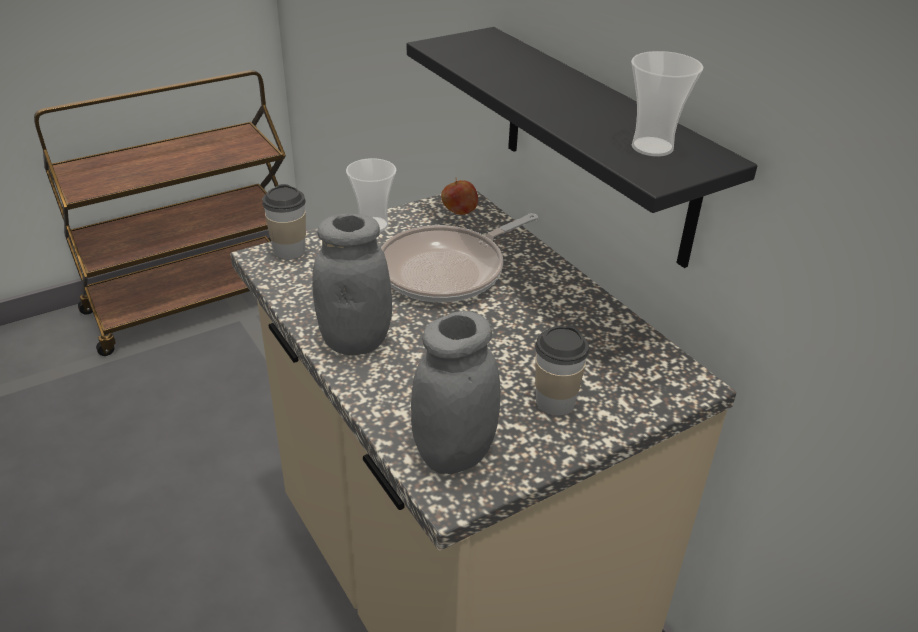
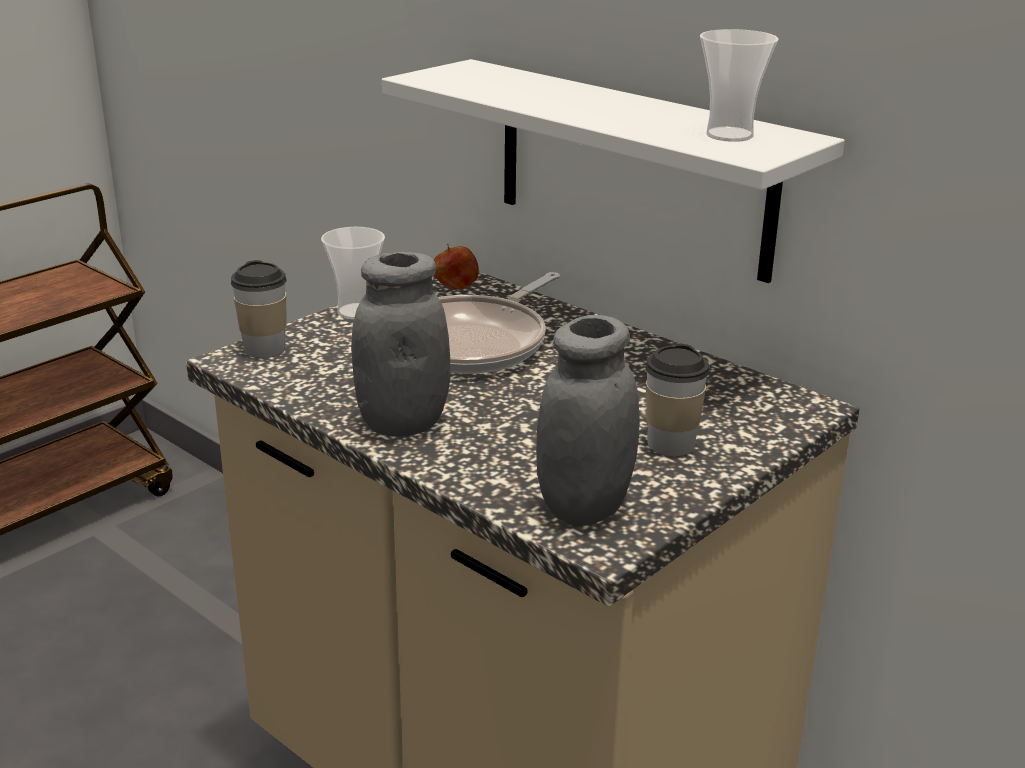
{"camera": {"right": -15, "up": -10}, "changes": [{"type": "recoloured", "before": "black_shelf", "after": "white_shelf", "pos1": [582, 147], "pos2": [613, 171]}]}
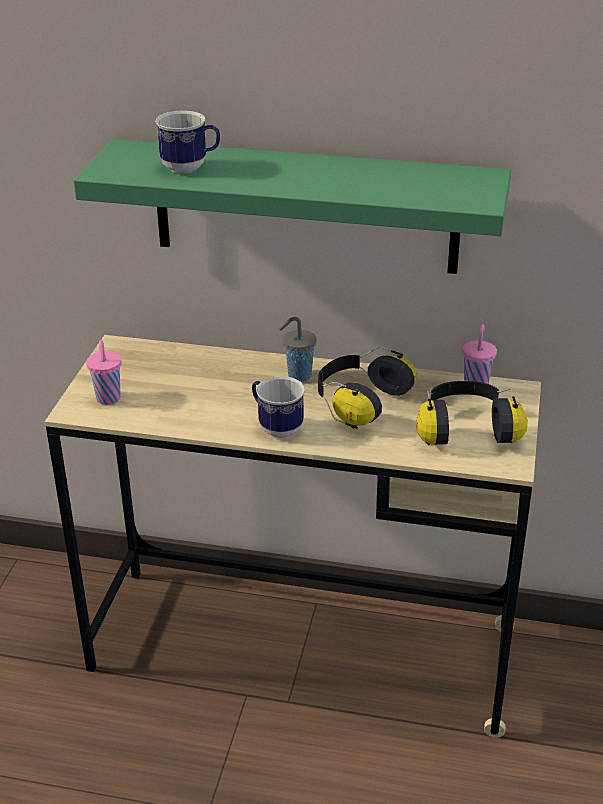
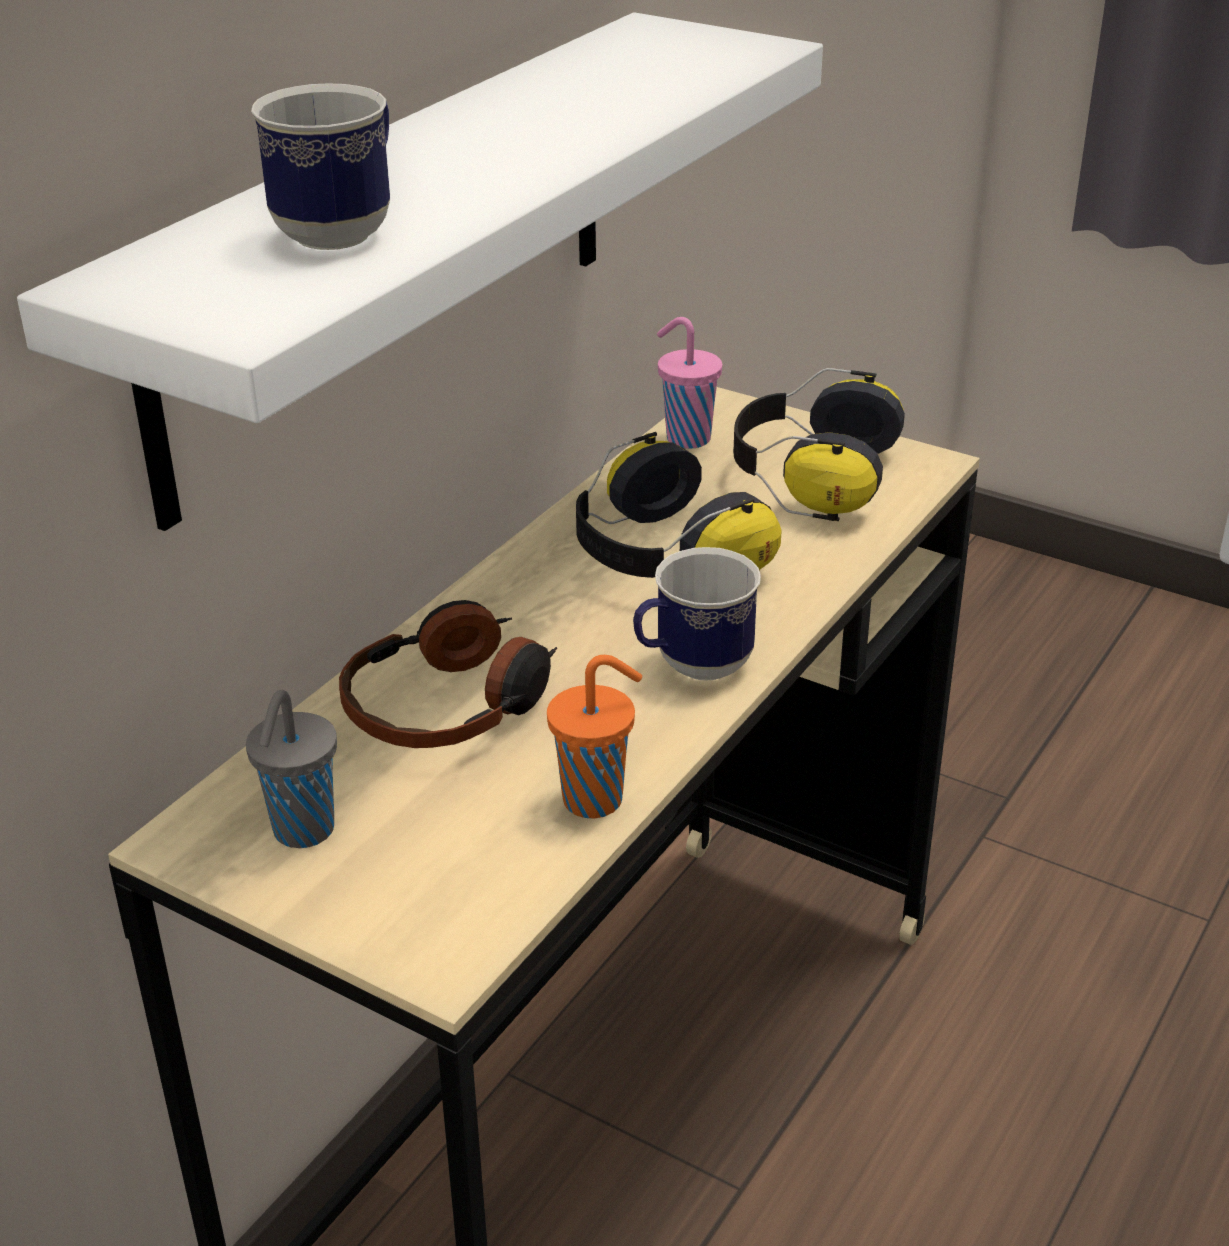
{"camera": {"right": -70, "up": 0}, "changes": [{"type": "removed", "before": "pink_cup", "pos1": [104, 372]}, {"type": "added", "after": "headphones", "pos2": [448, 674]}, {"type": "added", "after": "orange_cup", "pos2": [594, 737]}, {"type": "moved", "before": "grey_cup", "pos1": [298, 349], "pos2": [291, 769]}, {"type": "recoloured", "before": "green_shelf", "after": "white_shelf", "pos1": [292, 206], "pos2": [420, 271]}]}
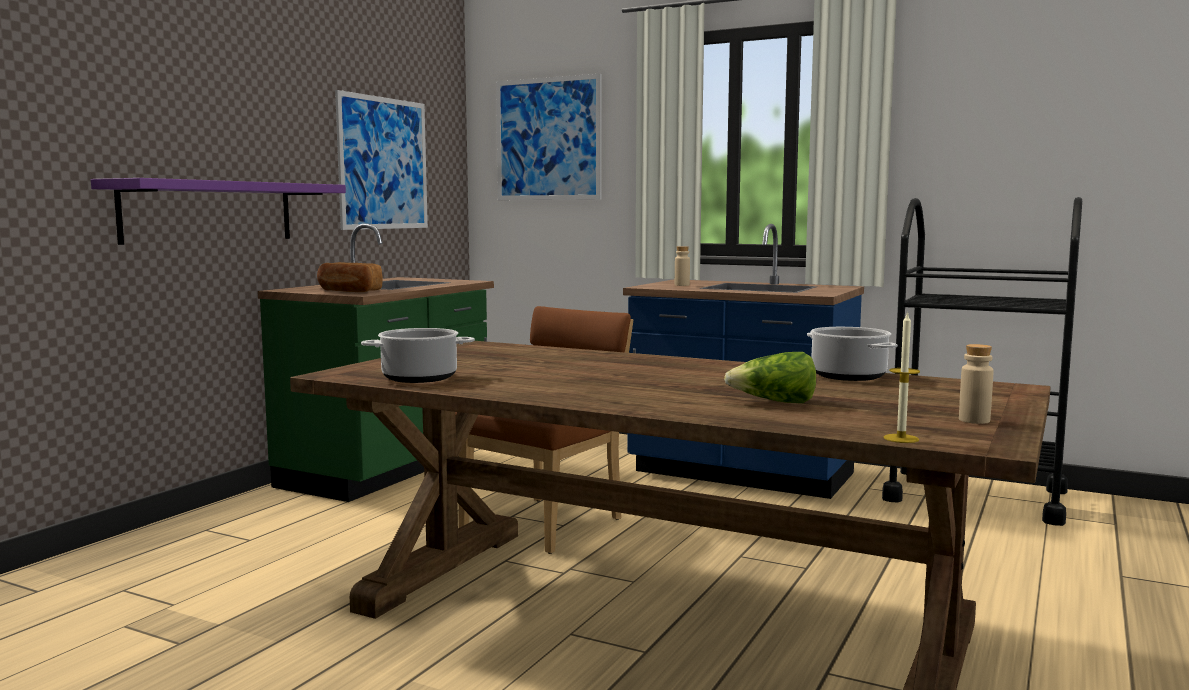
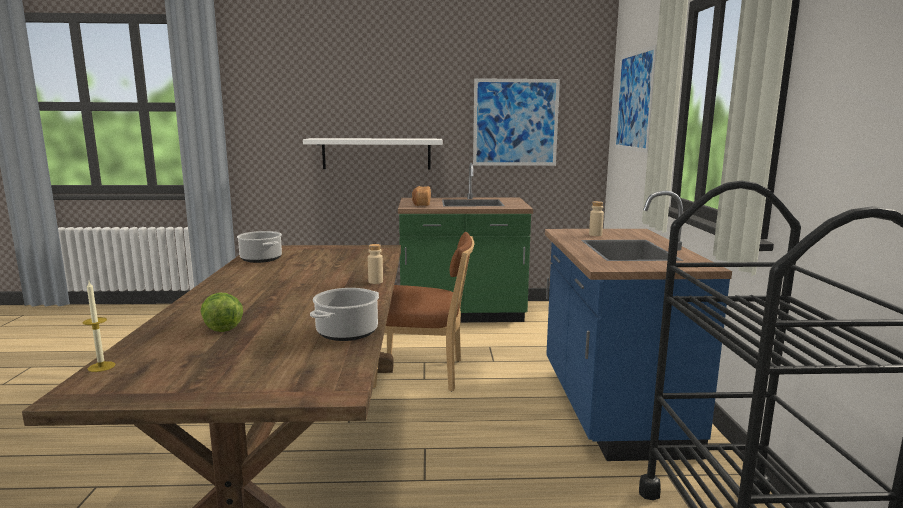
{"camera": {"right": 60, "up": 5}, "changes": [{"type": "moved", "before": "beige_bottle", "pos1": [976, 384], "pos2": [375, 264]}, {"type": "recoloured", "before": "purple_shelf", "after": "white_shelf", "pos1": [218, 211], "pos2": [373, 154]}]}
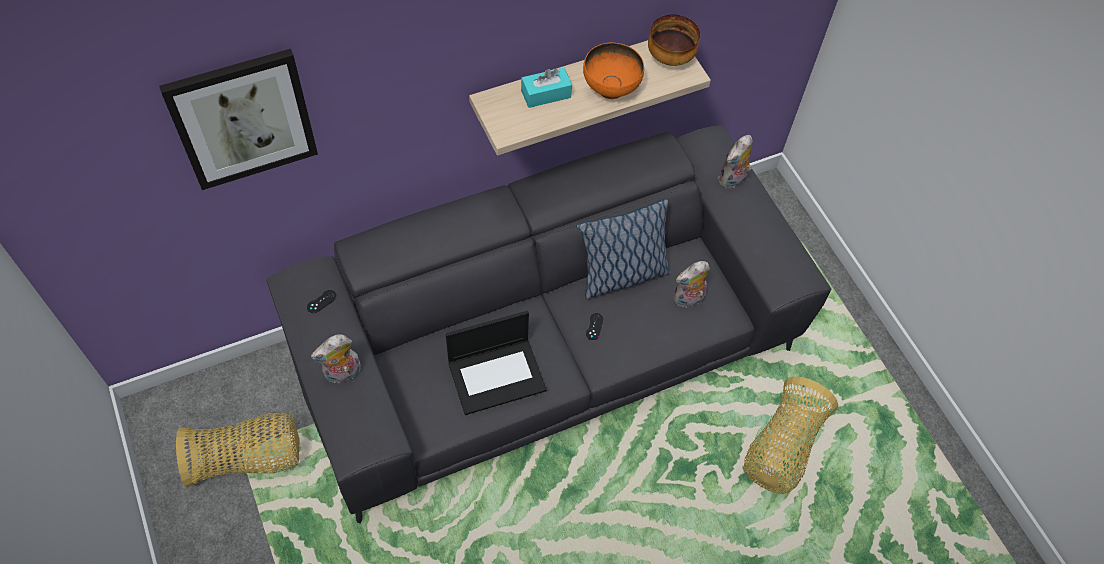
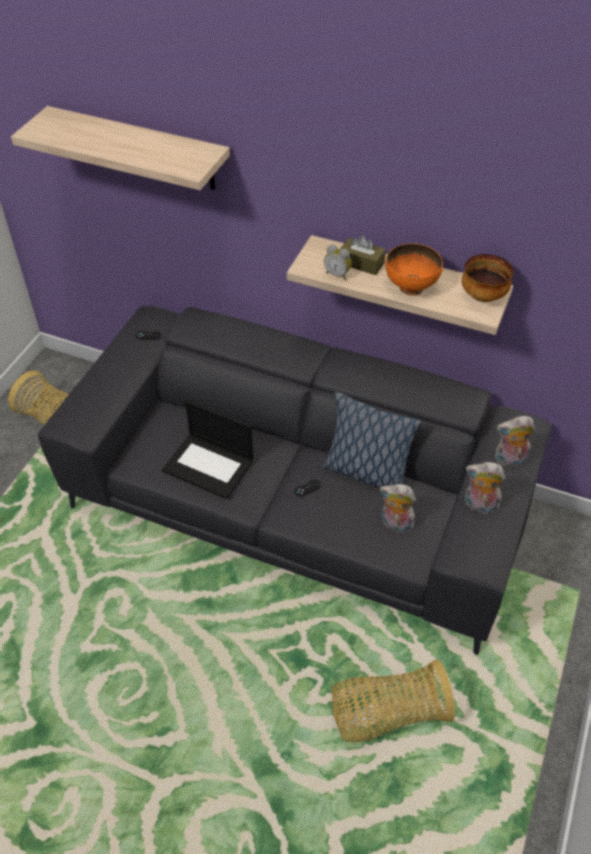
{"camera": {"right": 50, "up": -10}, "changes": [{"type": "added", "after": "alarm_clock", "pos2": [338, 262]}, {"type": "moved", "before": "plush_toy", "pos1": [336, 358], "pos2": [485, 488]}, {"type": "replaced", "before": "picture", "after": "shelf", "pos1": [238, 119], "pos2": [120, 148]}, {"type": "recoloured", "before": "turquoise_tissue_box", "after": "brown_tissue_box", "pos1": [546, 88], "pos2": [363, 255]}]}
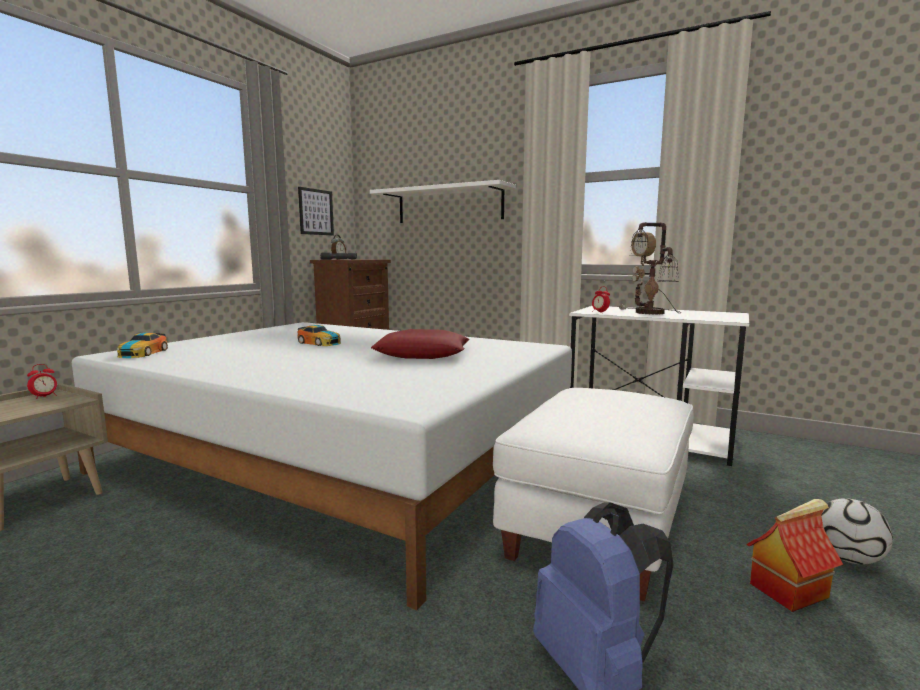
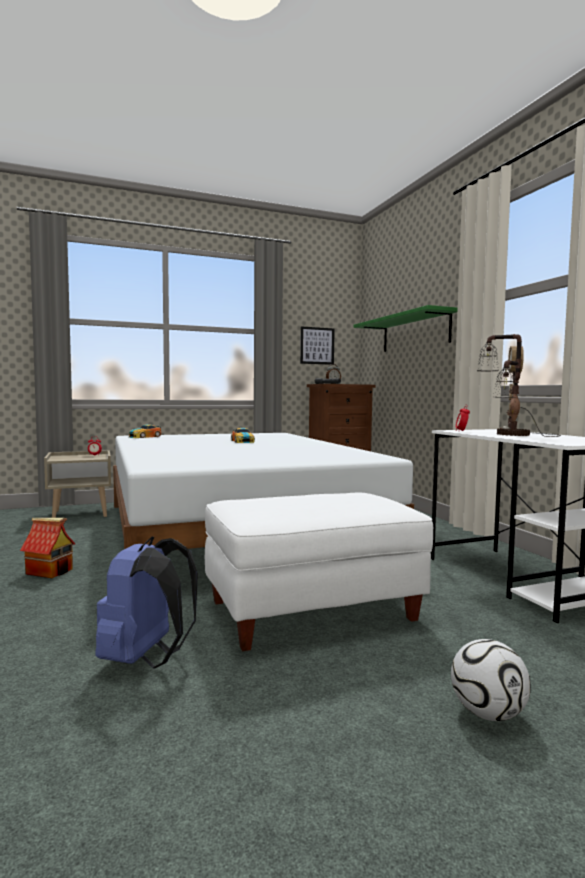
{"camera": {"right": 40, "up": -5}, "changes": [{"type": "removed", "before": "red_pillow", "pos1": [420, 344]}, {"type": "moved", "before": "toy_house", "pos1": [794, 555], "pos2": [47, 548]}, {"type": "recoloured", "before": "white_shelf", "after": "green_shelf", "pos1": [443, 201], "pos2": [405, 328]}]}
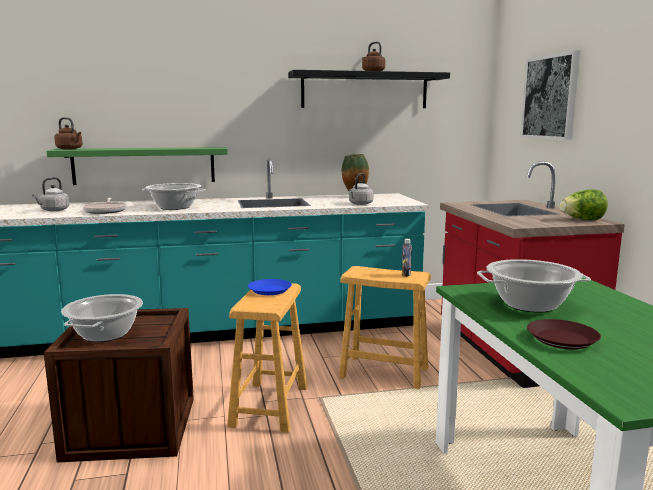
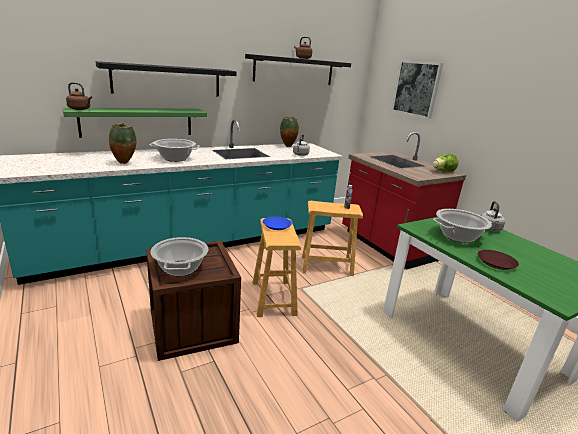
{"camera": {"right": -20, "up": 10}, "changes": [{"type": "added", "after": "black_shelf", "pos2": [166, 78]}, {"type": "moved", "before": "grey_kettle", "pos1": [51, 194], "pos2": [493, 216]}, {"type": "replaced", "before": "frying_pan", "after": "vase", "pos1": [104, 206], "pos2": [123, 143]}]}
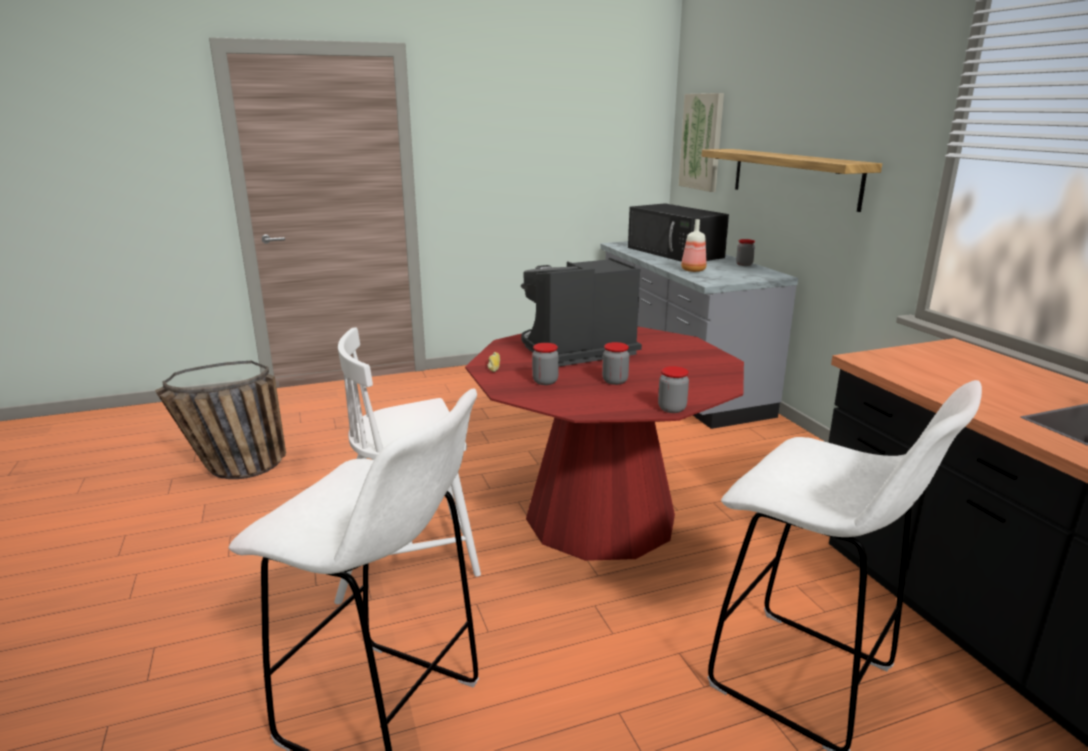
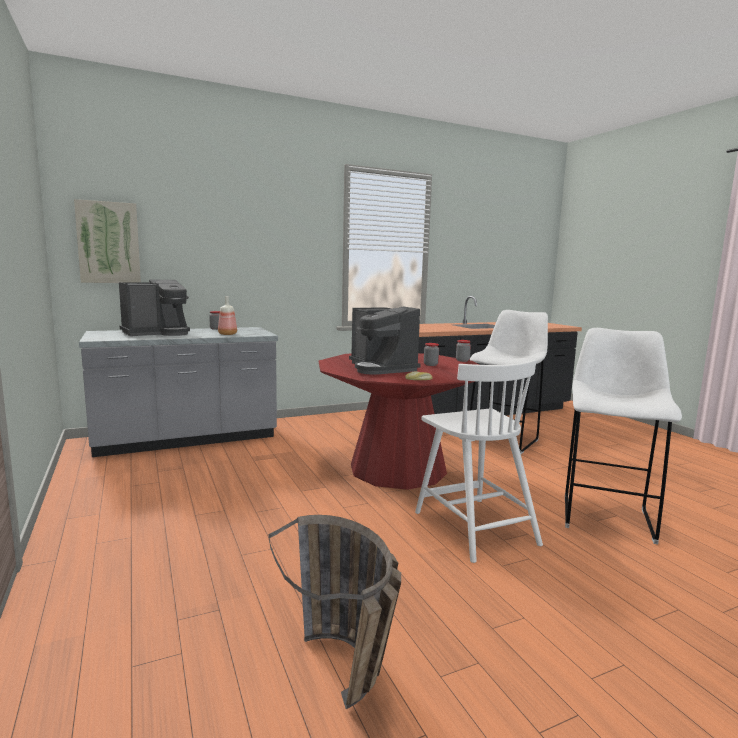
{"camera": {"right": -95, "up": -10}, "changes": [{"type": "removed", "before": "jar", "pos1": [545, 364]}, {"type": "removed", "before": "shelf", "pos1": [792, 180]}, {"type": "replaced", "before": "black_microwave", "after": "coffee_machine", "pos1": [678, 232], "pos2": [154, 308]}]}
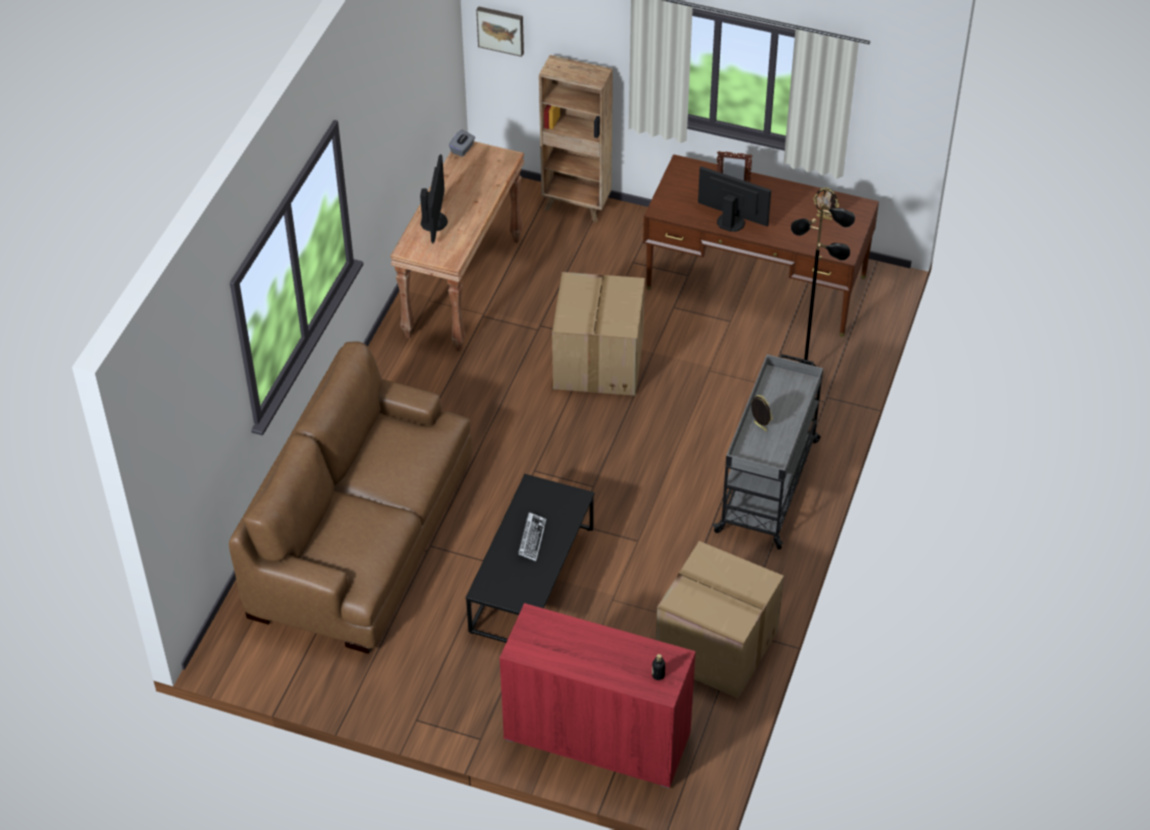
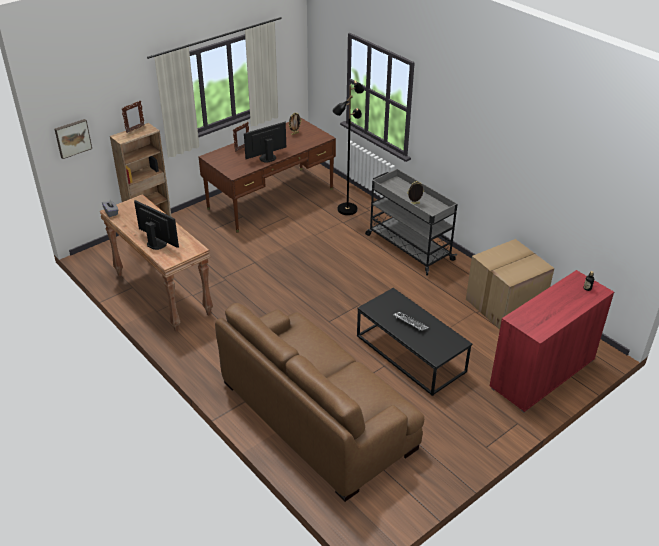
{"camera": {"right": -60, "up": -10}, "changes": [{"type": "removed", "before": "cardboard_box", "pos1": [598, 334]}, {"type": "added", "after": "picture_frame", "pos2": [133, 117]}]}
